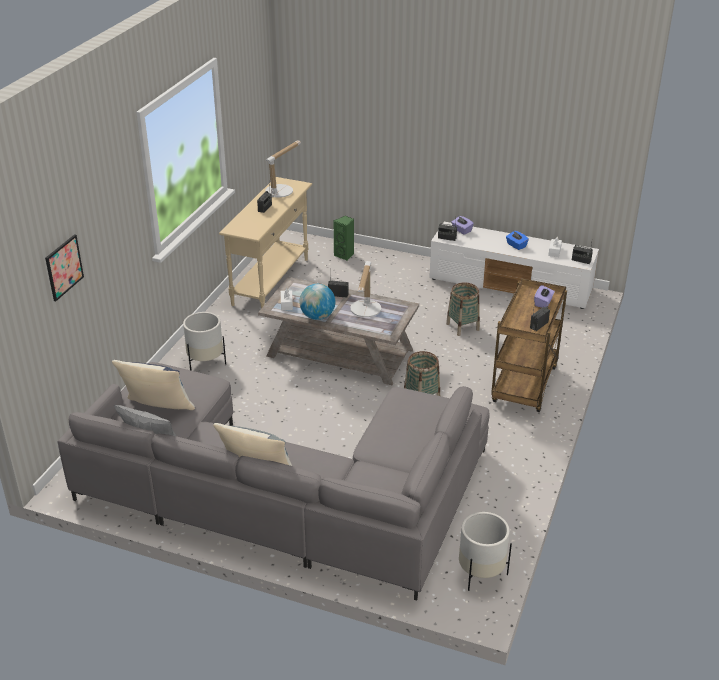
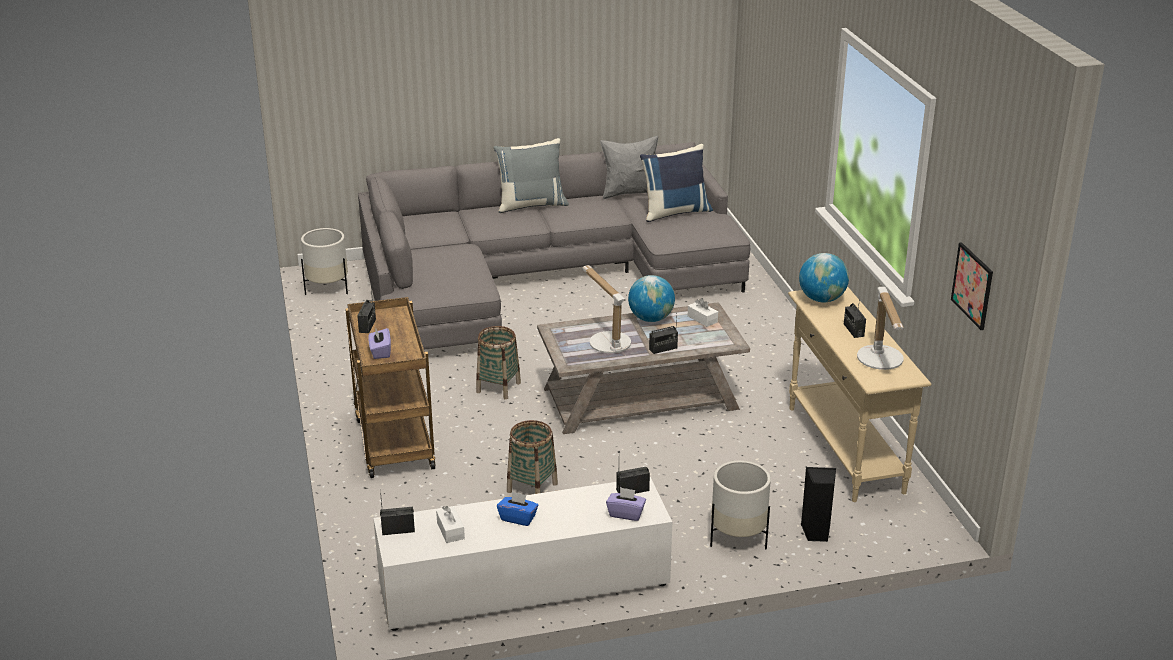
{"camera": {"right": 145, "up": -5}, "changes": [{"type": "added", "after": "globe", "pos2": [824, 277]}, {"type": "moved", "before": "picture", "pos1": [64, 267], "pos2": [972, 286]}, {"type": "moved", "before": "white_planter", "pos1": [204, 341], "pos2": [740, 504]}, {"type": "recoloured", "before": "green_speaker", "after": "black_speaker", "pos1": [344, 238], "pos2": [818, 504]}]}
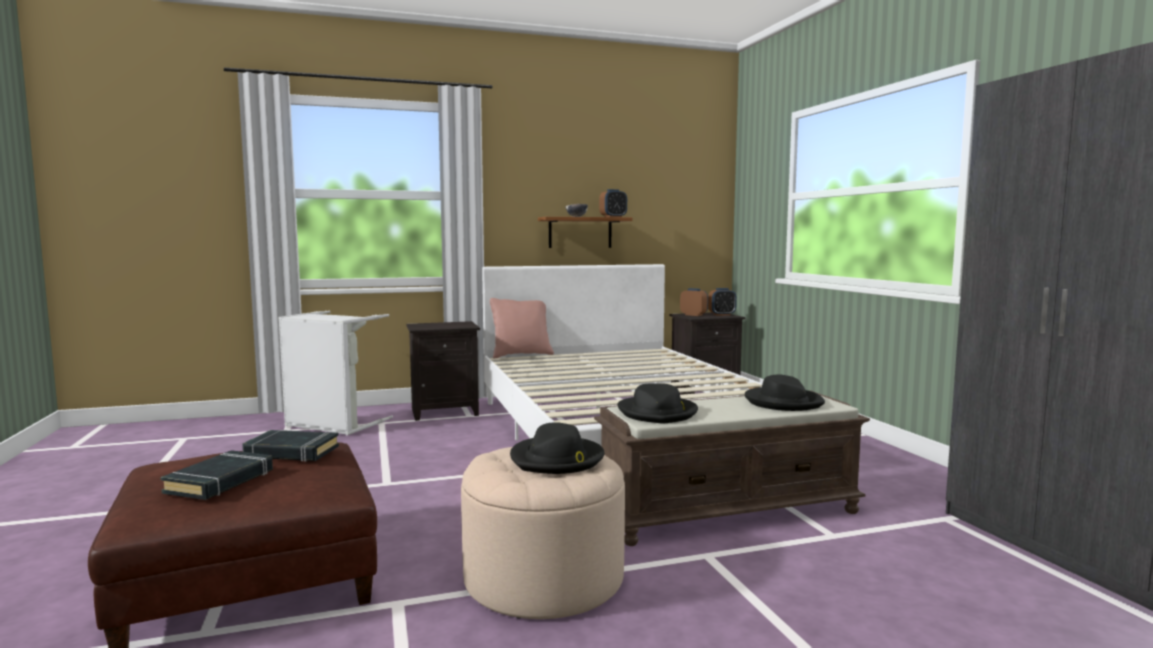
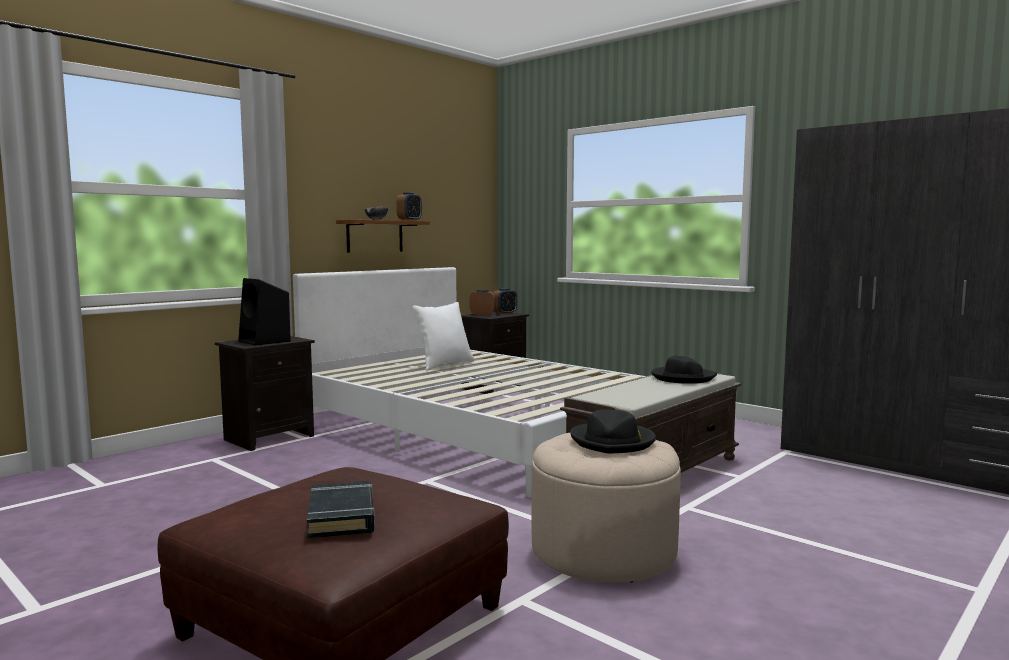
{"camera": {"right": -30, "up": 0}, "changes": [{"type": "removed", "before": "black_book", "pos1": [290, 446]}, {"type": "removed", "before": "grey_laundry_basket", "pos1": [335, 373]}, {"type": "removed", "before": "pink_pillow", "pos1": [522, 328]}, {"type": "removed", "before": "black_hat", "pos1": [657, 403]}, {"type": "added", "after": "black_speaker", "pos2": [264, 311]}, {"type": "added", "after": "white_pillow", "pos2": [443, 336]}]}
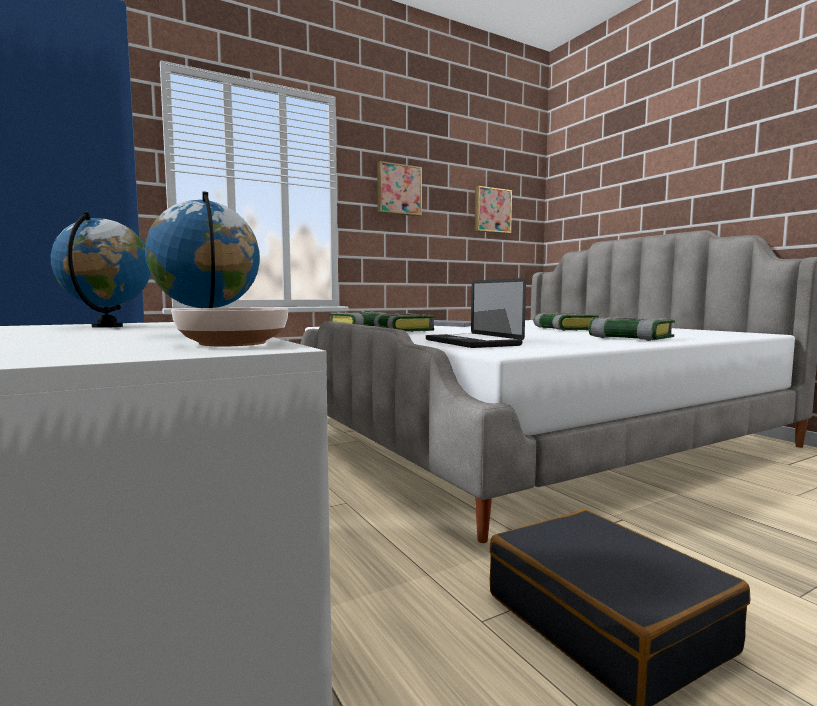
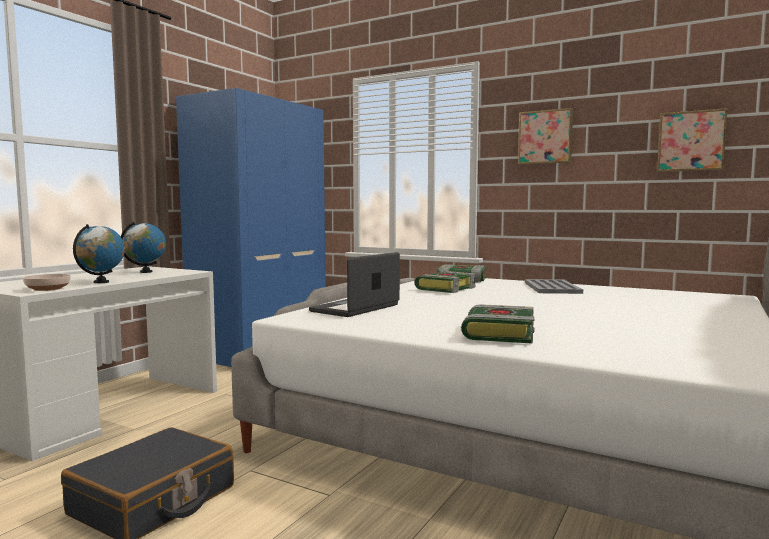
{"camera": {"right": 60, "up": 0}, "changes": [{"type": "removed", "before": "book", "pos1": [566, 321]}]}
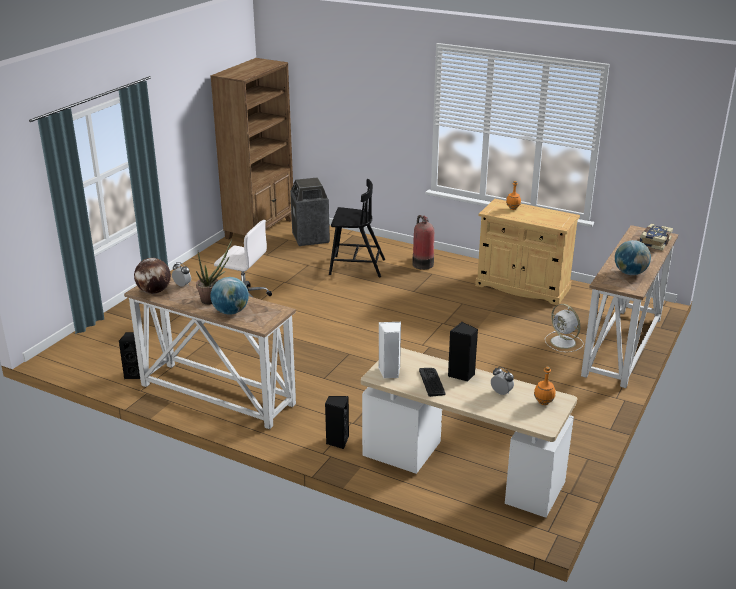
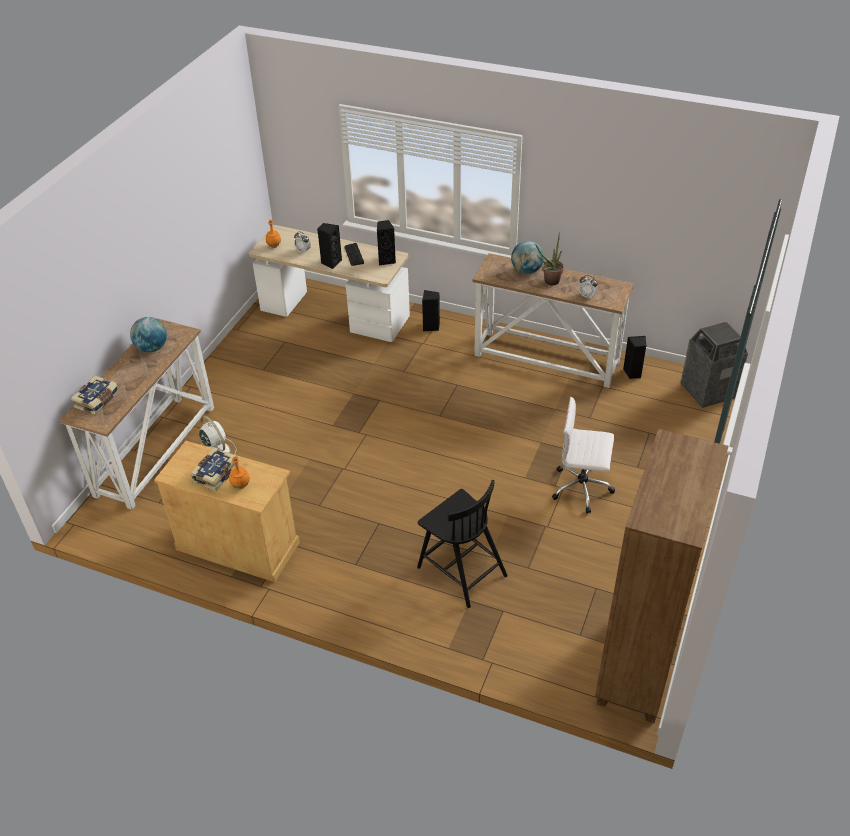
{"camera": {"right": 175, "up": 15}, "changes": [{"type": "removed", "before": "globe", "pos1": [152, 276]}, {"type": "removed", "before": "fire_extinguisher", "pos1": [423, 242]}, {"type": "added", "after": "book", "pos2": [215, 469]}, {"type": "moved", "before": "trash_can", "pos1": [310, 211], "pos2": [714, 364]}, {"type": "recoloured", "before": "white_speaker", "after": "black_speaker", "pos1": [389, 350], "pos2": [386, 242]}, {"type": "turned", "before": "black_chair", "pos1": [357, 228], "pos2": [462, 544], "turn": -135}]}
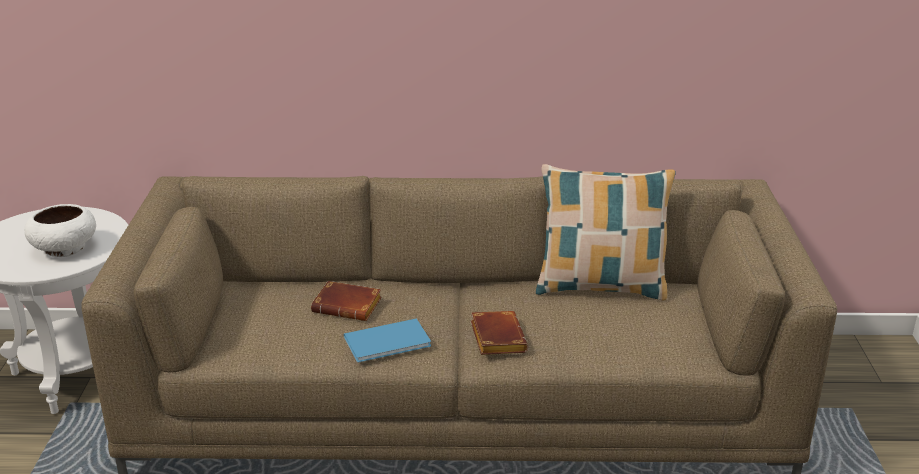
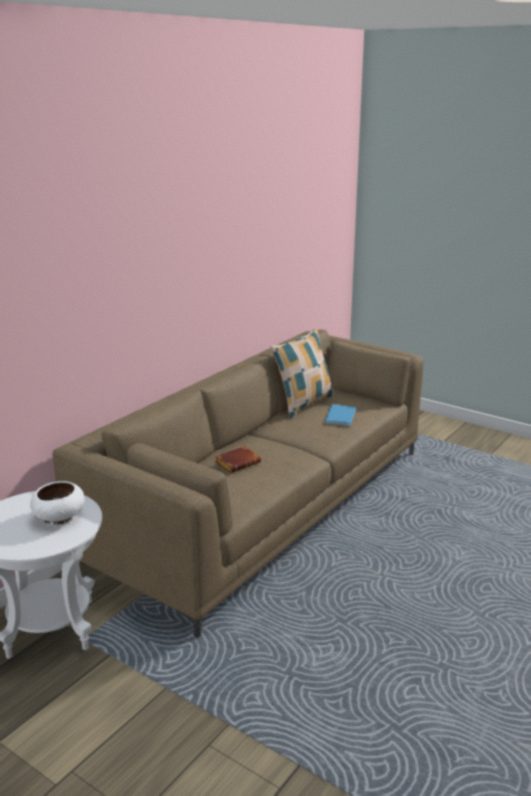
{"camera": {"right": -55, "up": -5}, "changes": [{"type": "removed", "before": "brown_book", "pos1": [499, 333]}, {"type": "moved", "before": "blue_book", "pos1": [387, 341], "pos2": [340, 415]}]}
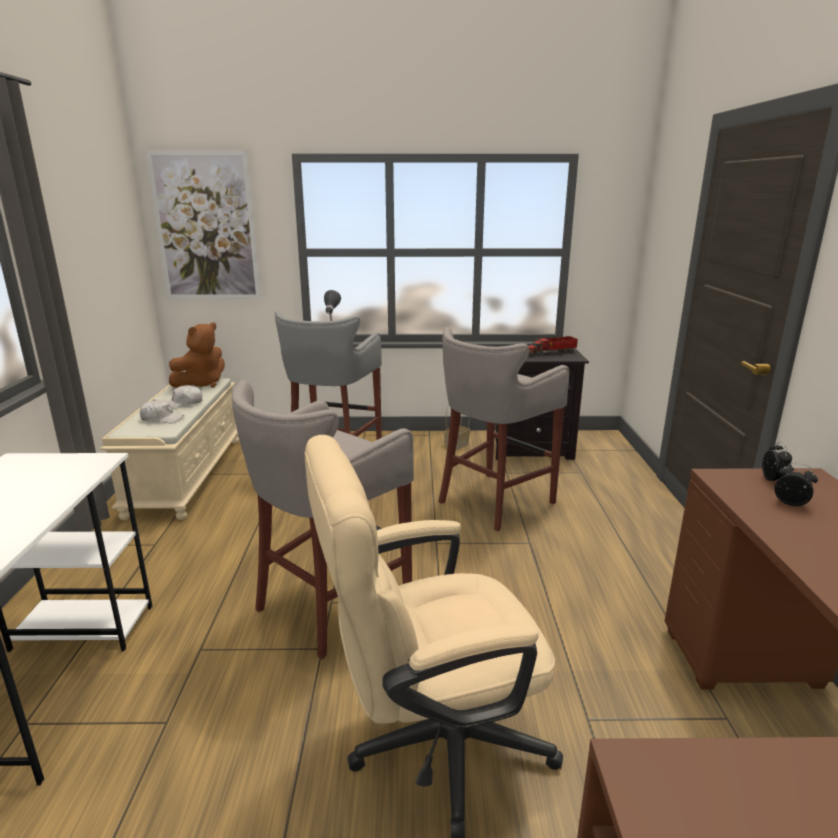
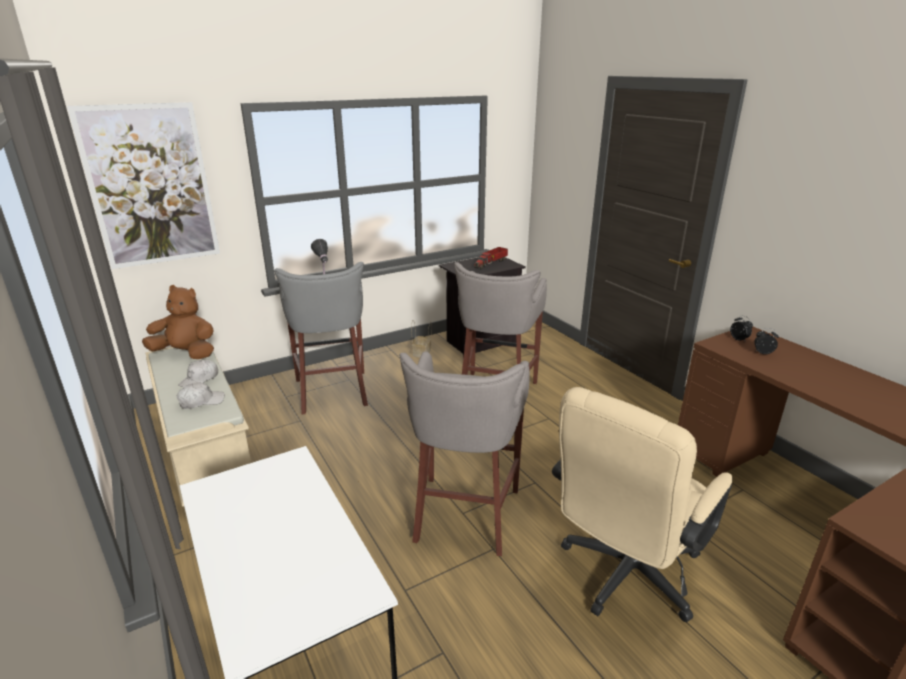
{"camera": {"right": -30, "up": 5}, "changes": [{"type": "turned", "before": "brown_plush_toy", "pos1": [197, 355], "pos2": [178, 322], "turn": -90}]}
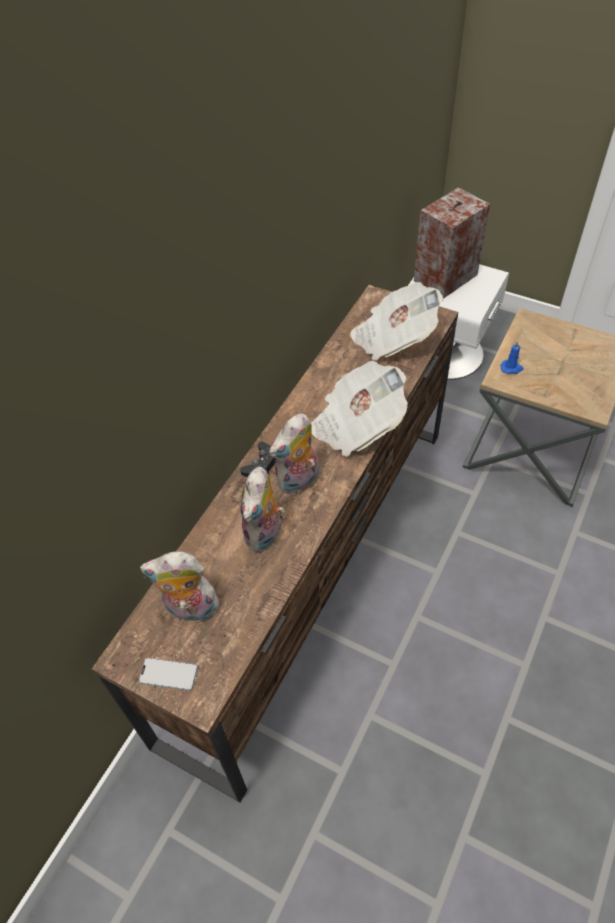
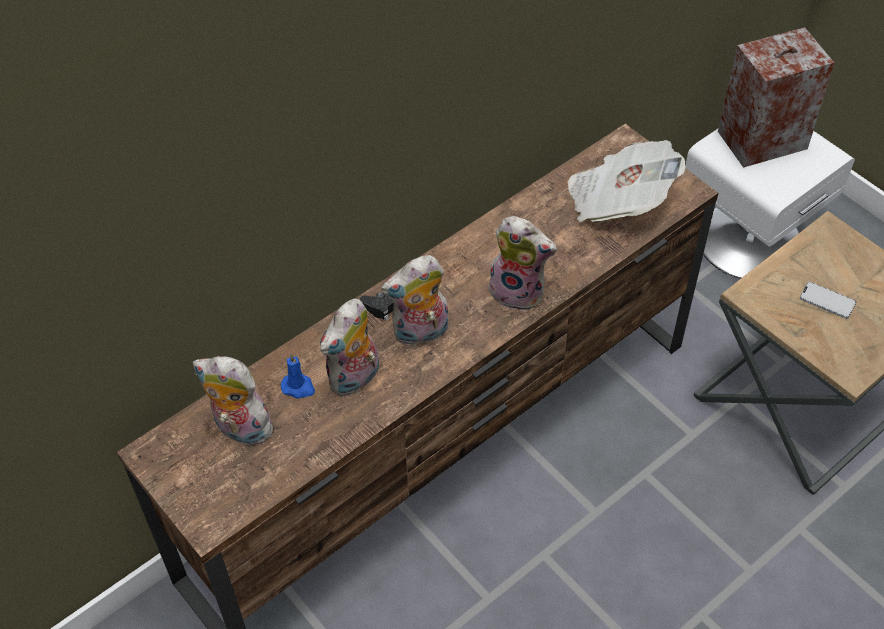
{"camera": {"right": 20, "up": 0}, "changes": [{"type": "moved", "before": "phone", "pos1": [168, 674], "pos2": [828, 300]}, {"type": "moved", "before": "blue_candle", "pos1": [512, 357], "pos2": [298, 375]}, {"type": "replaced", "before": "newspaper", "after": "plush_toy", "pos1": [359, 409], "pos2": [519, 264]}]}
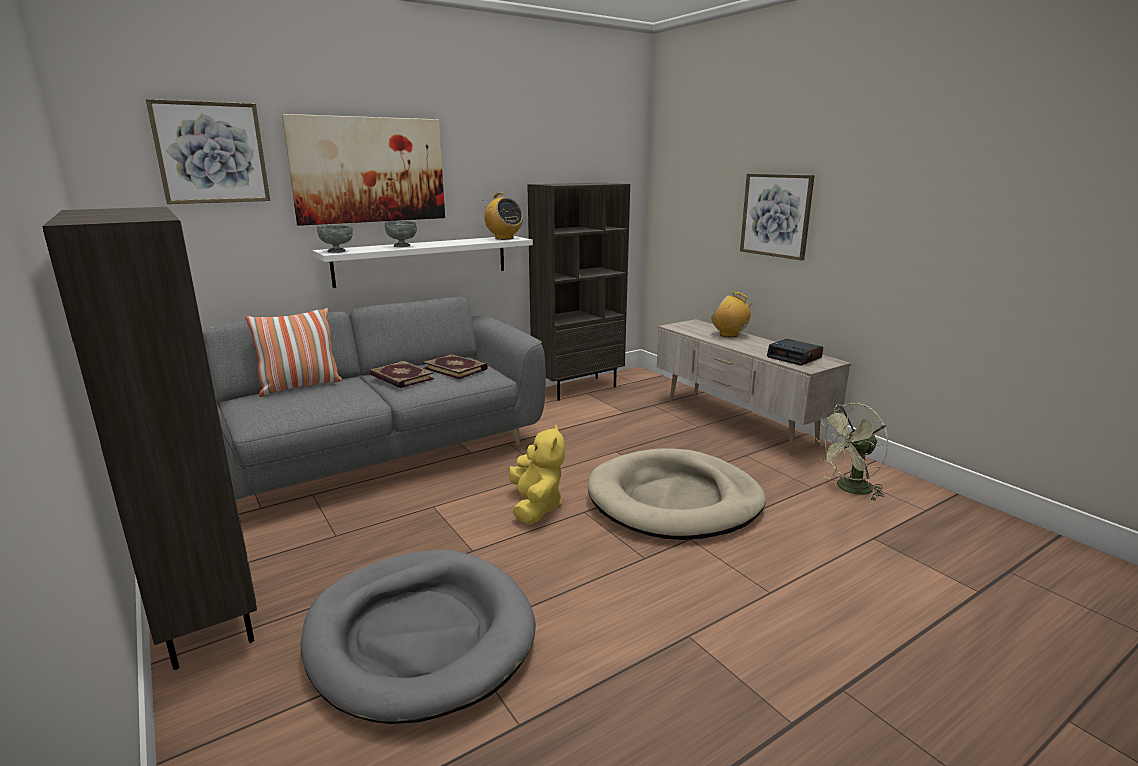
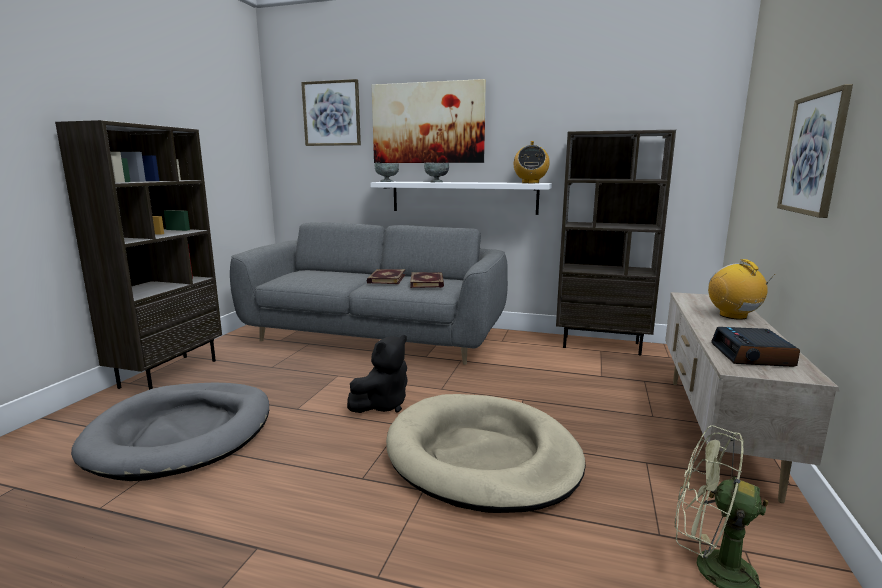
{"camera": {"right": 50, "up": -5}, "changes": [{"type": "removed", "before": "pillow", "pos1": [293, 352]}, {"type": "recoloured", "before": "yellow_plush_toy", "after": "black_plush_toy", "pos1": [537, 474], "pos2": [377, 374]}]}
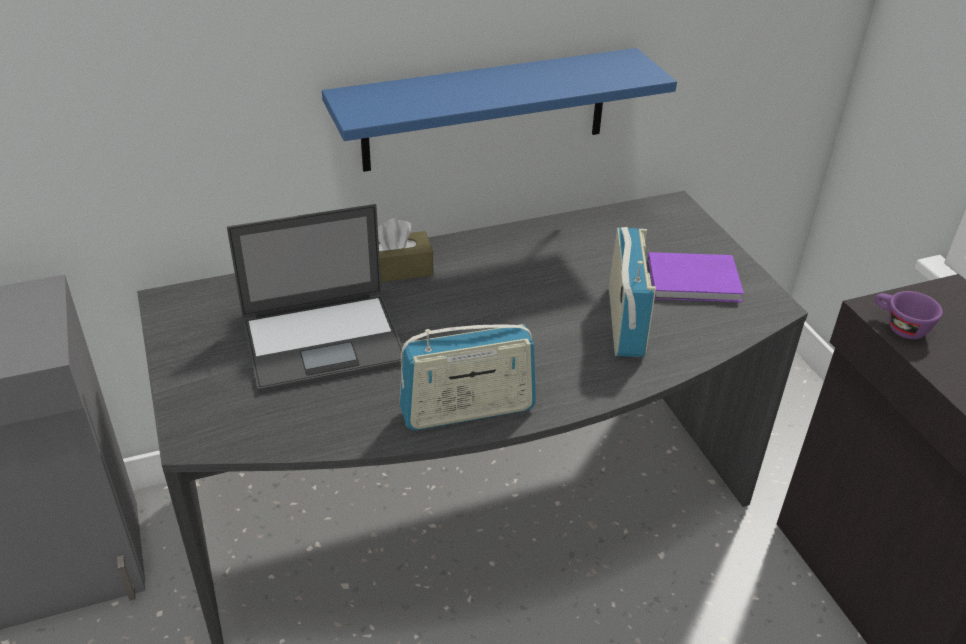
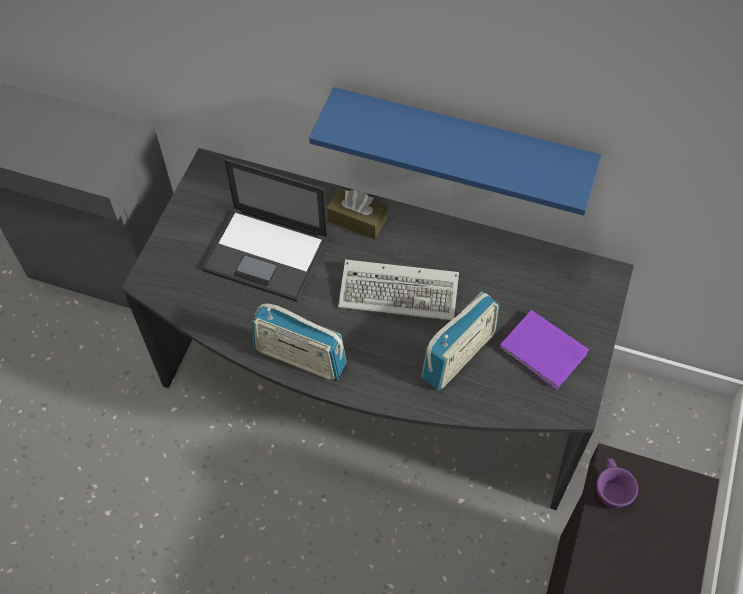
{"camera": {"right": 40, "up": 20}, "changes": [{"type": "added", "after": "keyboard", "pos2": [398, 289]}]}
